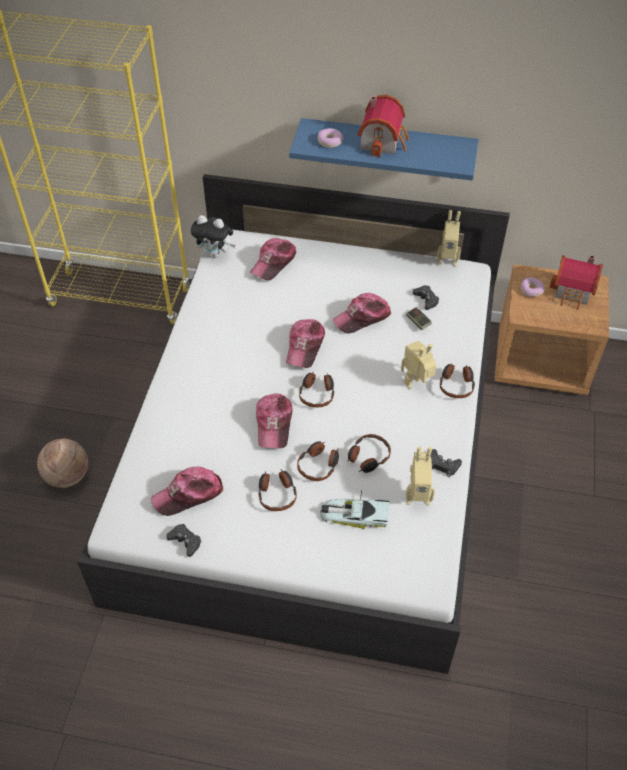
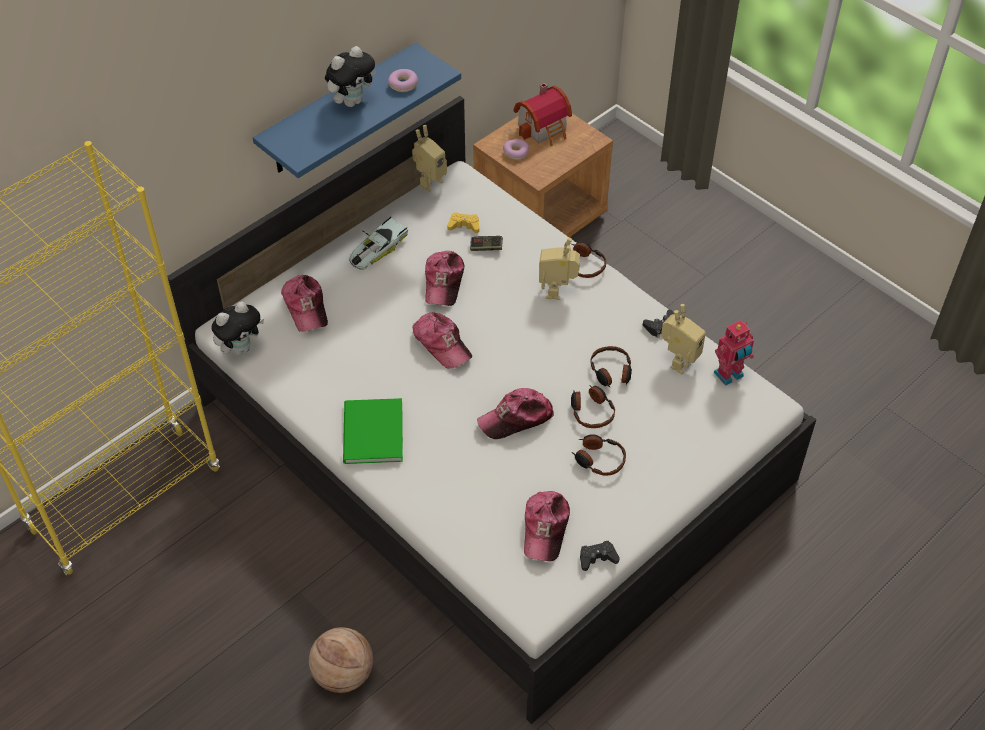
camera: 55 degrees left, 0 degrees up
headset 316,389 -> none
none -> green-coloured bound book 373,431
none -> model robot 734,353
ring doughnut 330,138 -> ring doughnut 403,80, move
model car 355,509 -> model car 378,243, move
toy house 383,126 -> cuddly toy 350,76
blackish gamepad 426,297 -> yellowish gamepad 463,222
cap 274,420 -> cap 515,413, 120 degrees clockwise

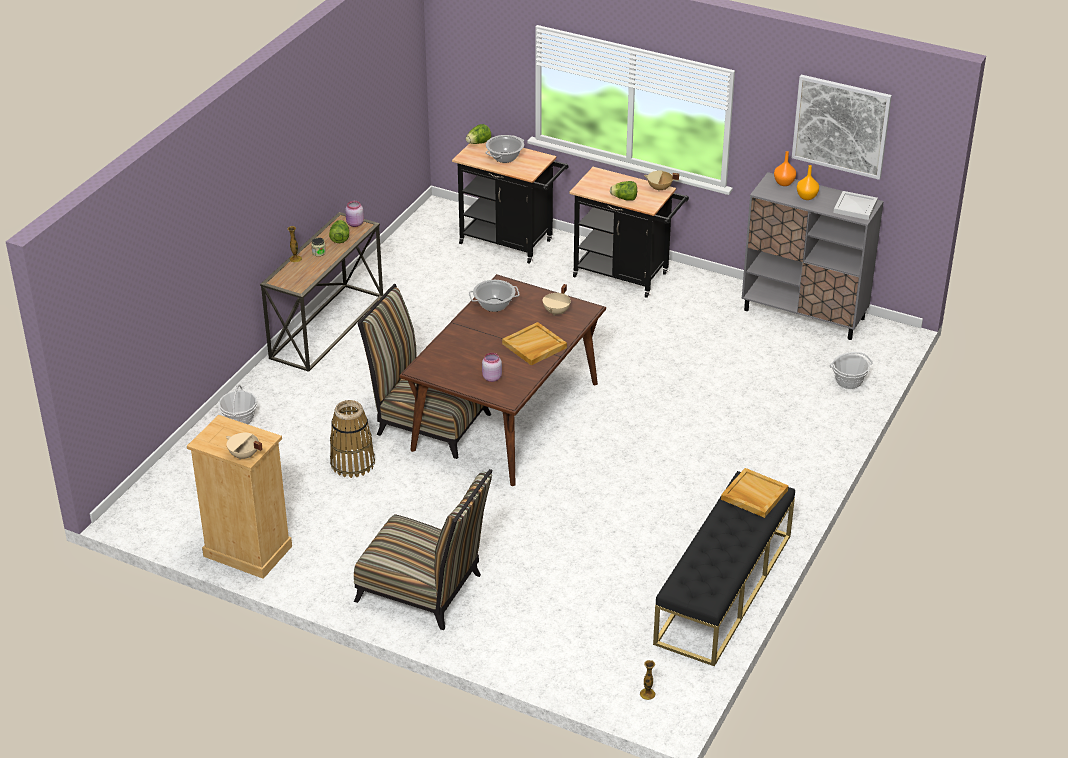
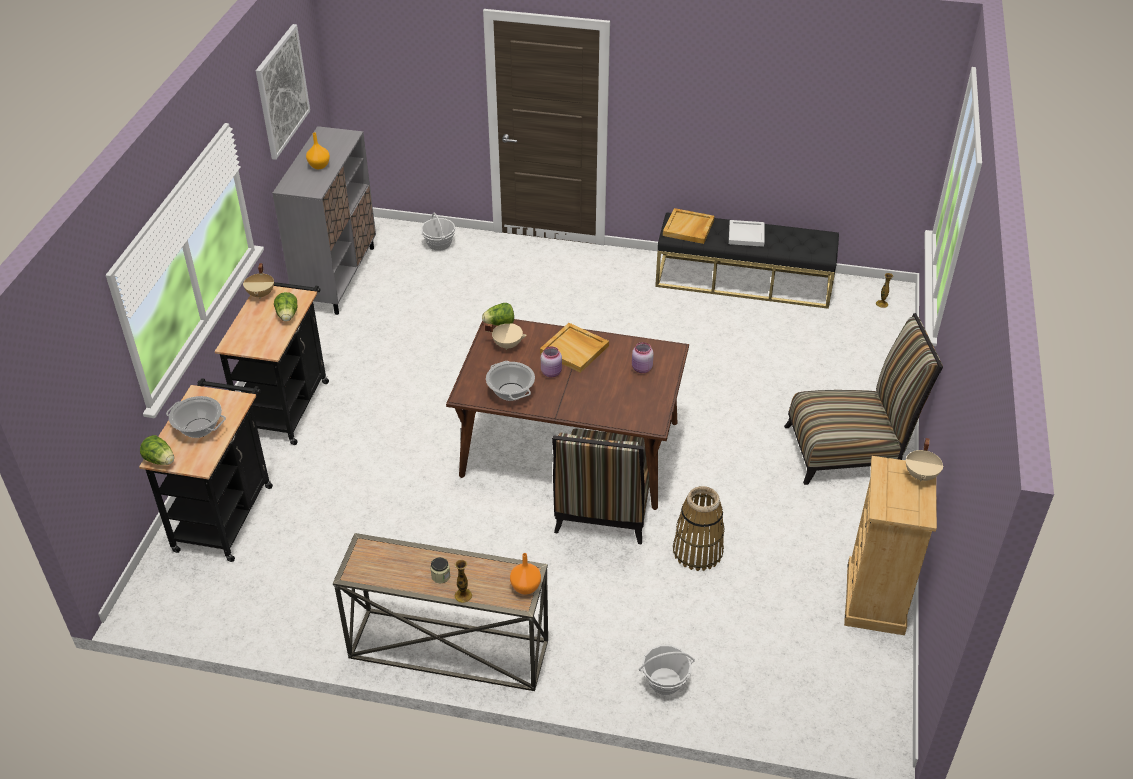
camera: 105 degrees left, 5 degrees up
head of lettuce 339,231 -> head of lettuce 498,314, move
pink-coloured jar 354,214 -> pink-coloured jar 551,362, move
orange-coloured decorative vase 785,168 -> orange-coloured decorative vase 525,574, move
white-coloured serving tray 855,205 -> white-coloured serving tray 747,233, move
plain chair 423,549 -> plain chair 863,399, 75 degrees clockwise

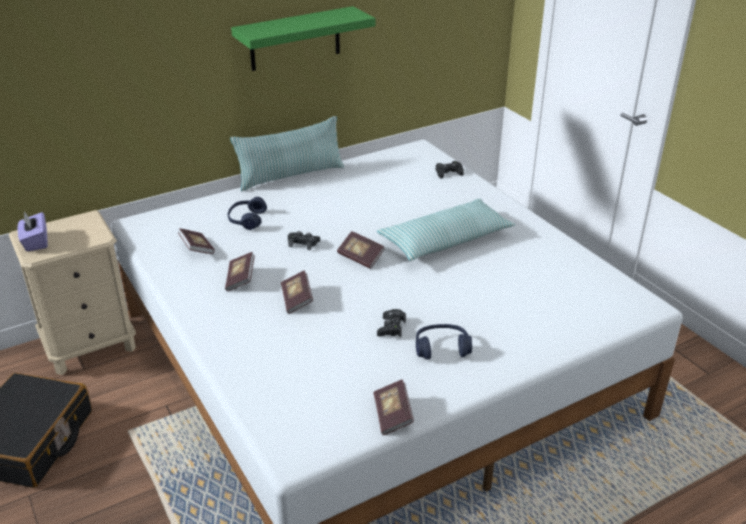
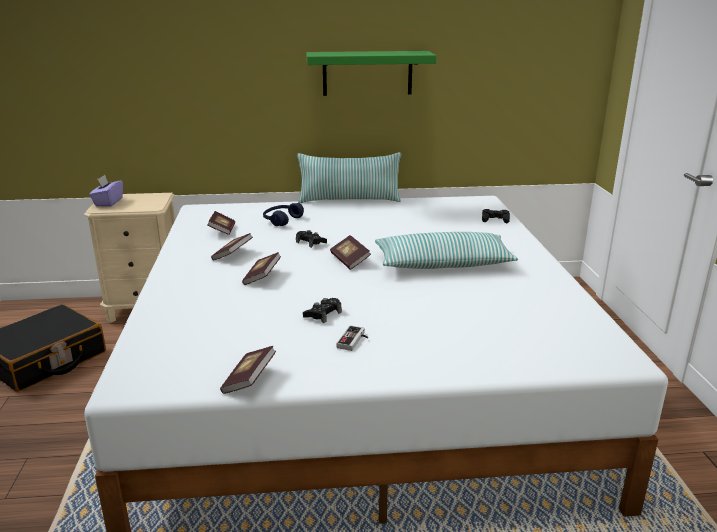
camera: 25 degrees right, 10 degrees down
blue-coloured headset 444,342 -> gamepad 352,338

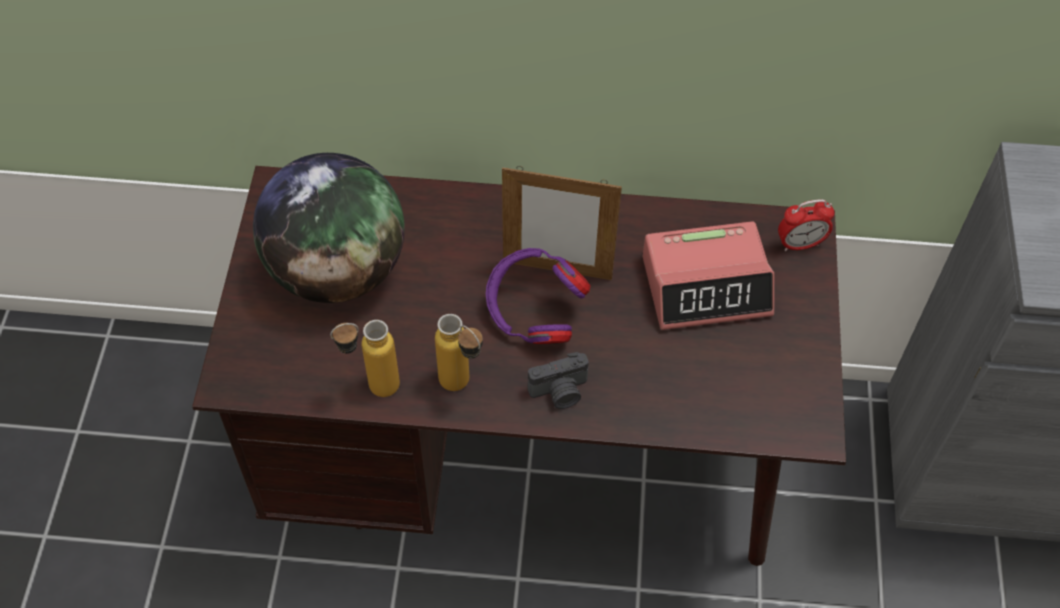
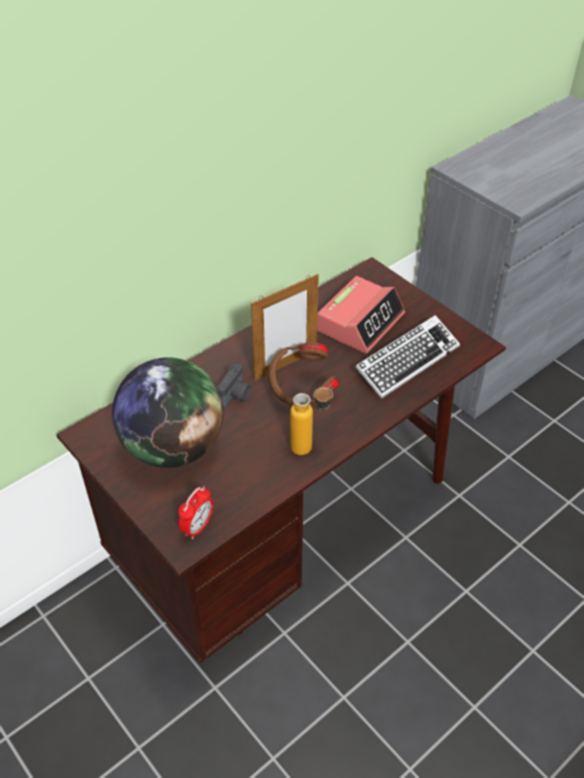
camera: 45 degrees left, 10 degrees down
beverage bottle 365,358 -> none
none -> keyboard 407,357
photo camera 558,380 -> photo camera 234,386, move
alarm clock 806,225 -> alarm clock 196,512, move
purple-coloured headset 538,296 -> brown-coloured headset 303,373

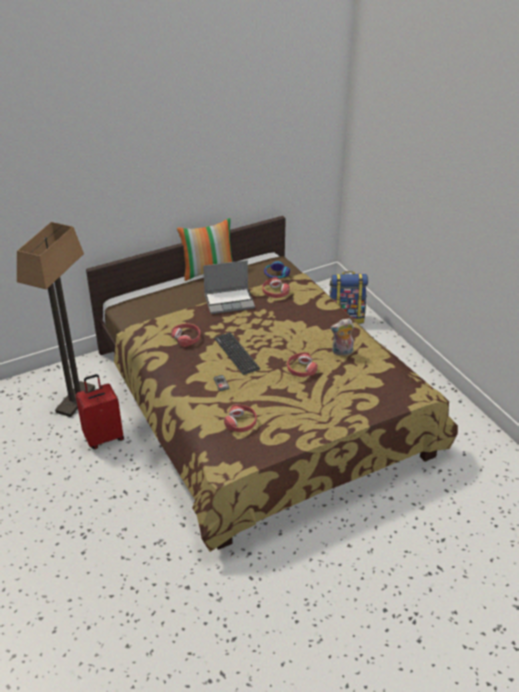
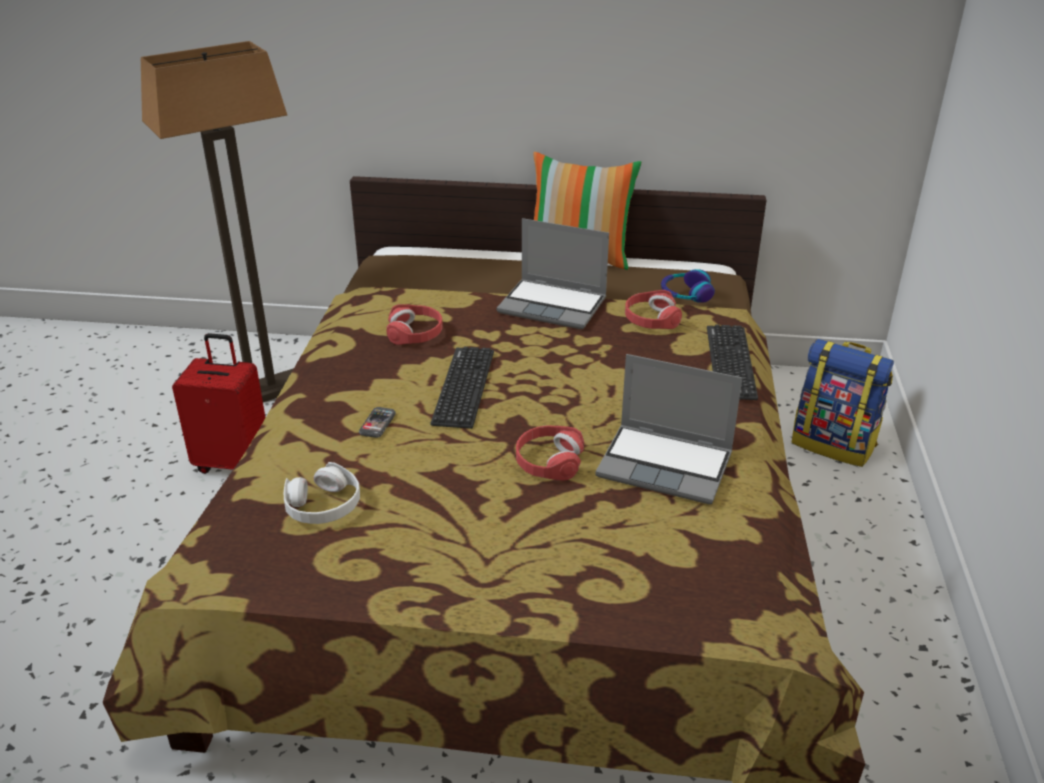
camera: 35 degrees right, 5 degrees down
none -> keyboard 732,362
cuddly toy 342,337 -> notebook computer 668,429
reddish headset 240,418 -> white-coloured headset 322,493

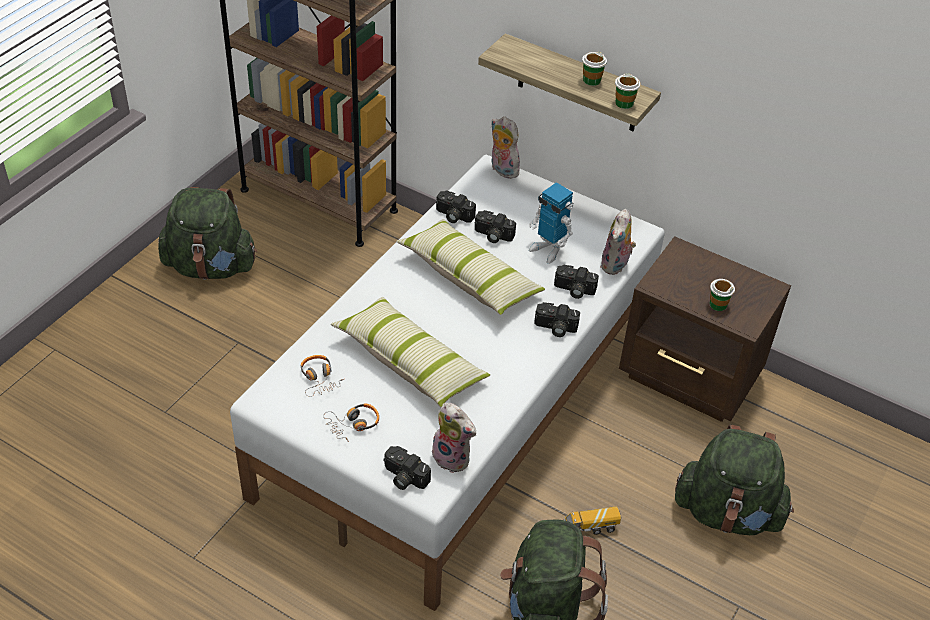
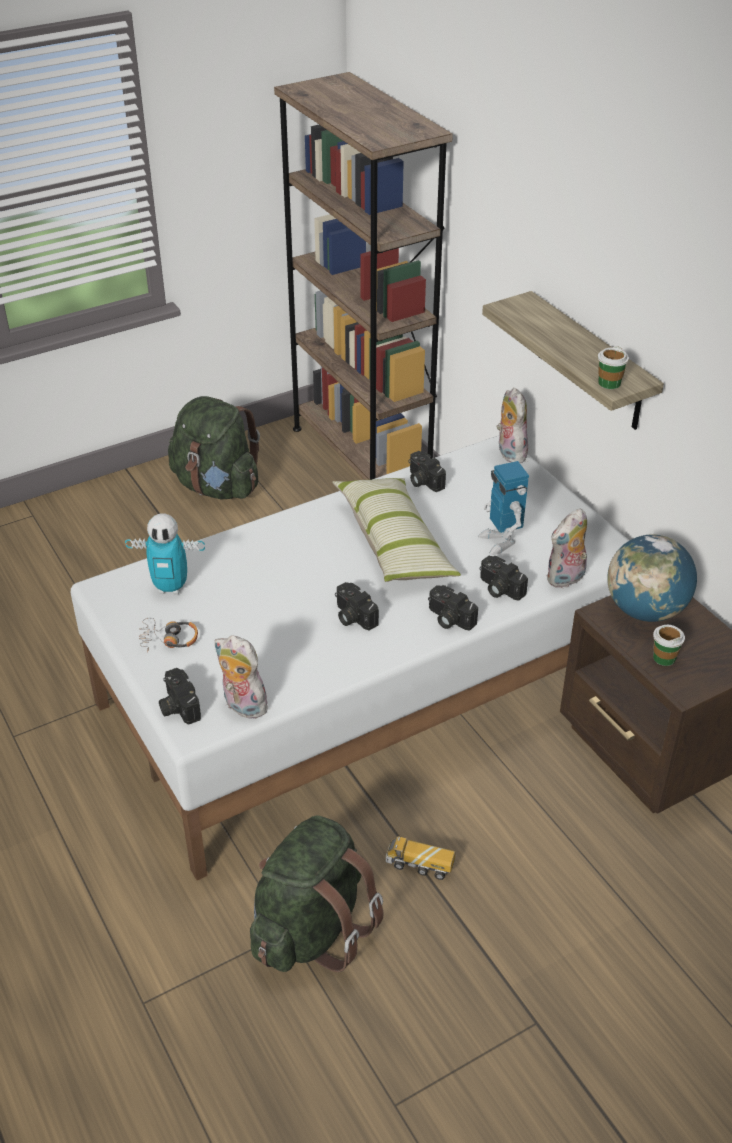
camera: 30 degrees right, 5 degrees down
cushion 410,352 -> none
drinking cup 594,69 -> none
green-coloured knapsack 734,479 -> none
none -> world globe 652,578
photo camera 495,226 -> photo camera 357,606, move
headset 322,376 -> model robot 165,553
cuddly toy 454,437 -> cuddly toy 241,677, 150 degrees clockwise

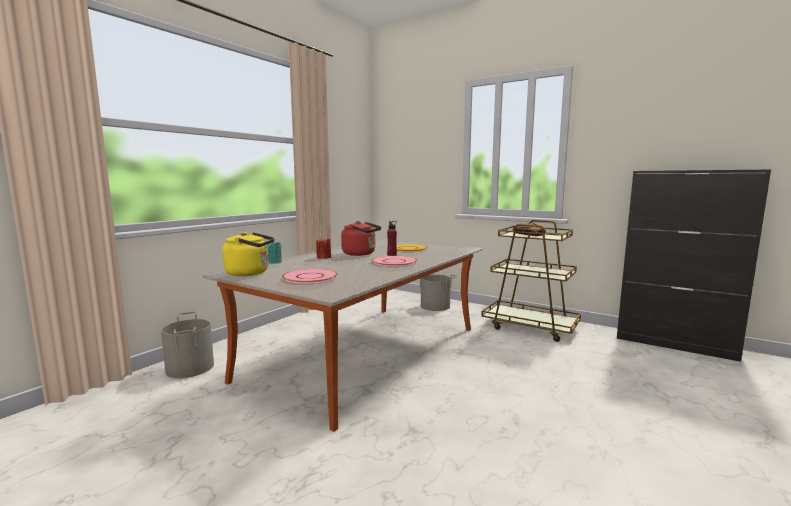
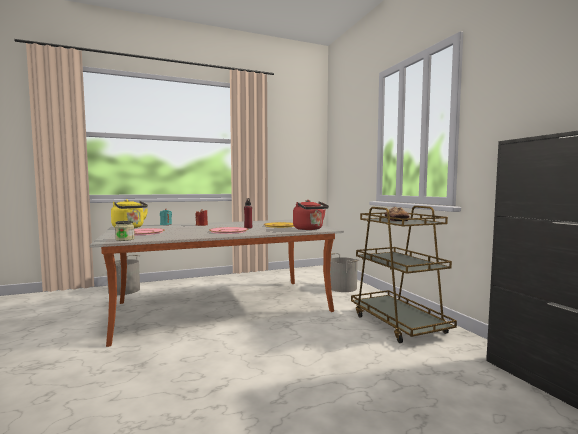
camera: 35 degrees right, 5 degrees down
none -> jar 125,231
reddish kettle 361,238 -> reddish kettle 311,215, move

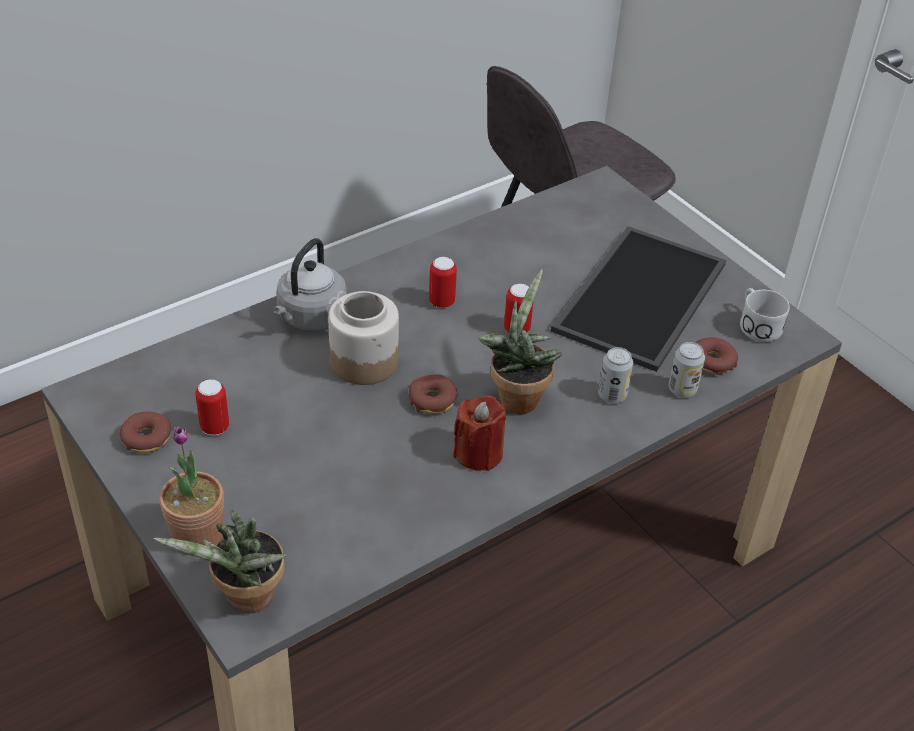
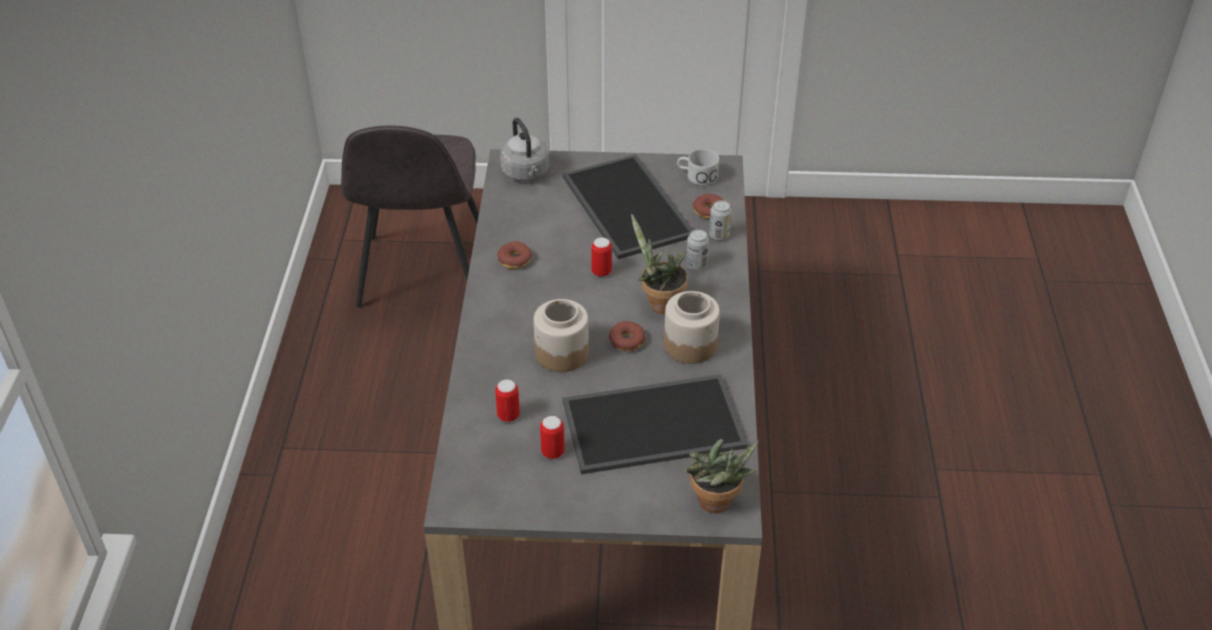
camera: 50 degrees left, 0 degrees up
plant in a pot 191,485 -> none
none -> serving tray 655,424
ring doughnut 145,432 -> ring doughnut 514,255, move
greyish kettle 310,284 -> greyish kettle 525,149, move
can 443,282 -> can 507,400, move
reddish candle 479,433 -> jar 692,327

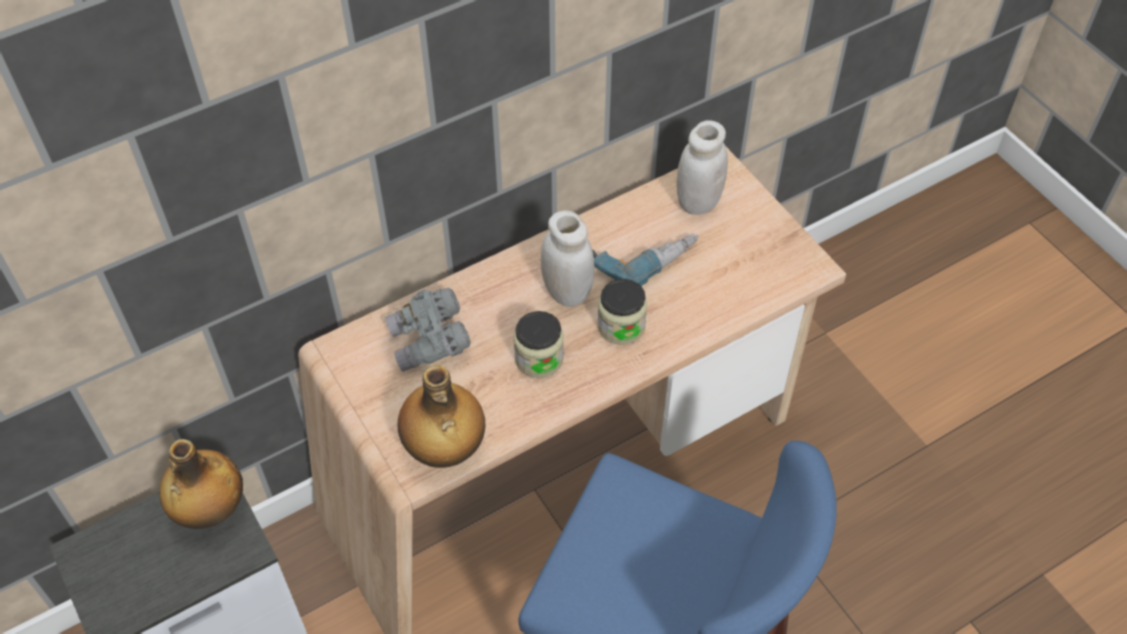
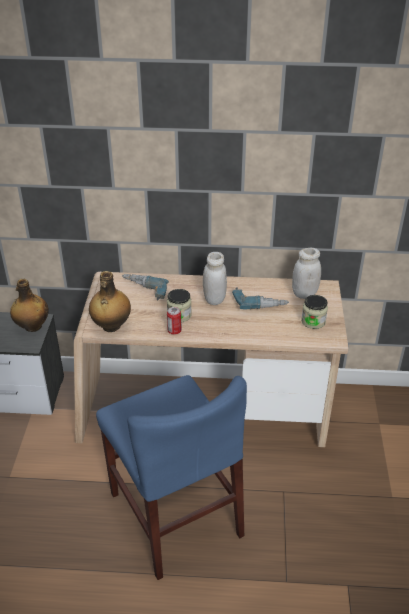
camera: 35 degrees right, 15 degrees down
none -> can 174,321
jar 622,312 -> jar 314,312, move
greyish pair of binoculars 428,329 -> drill 145,287

